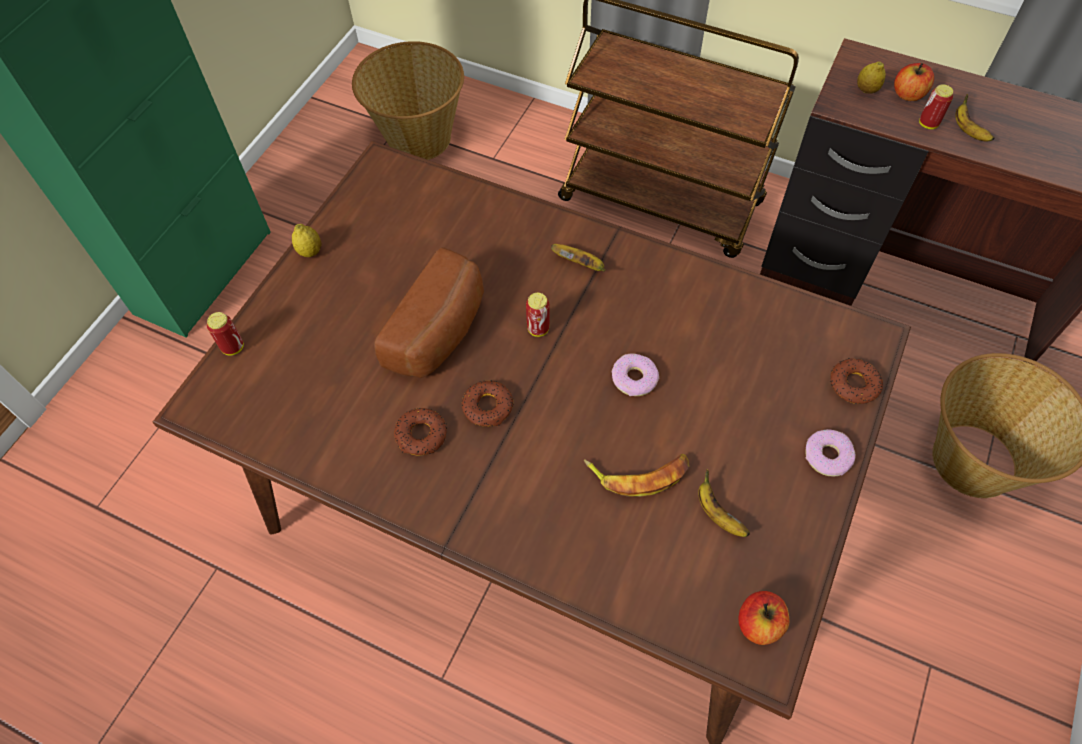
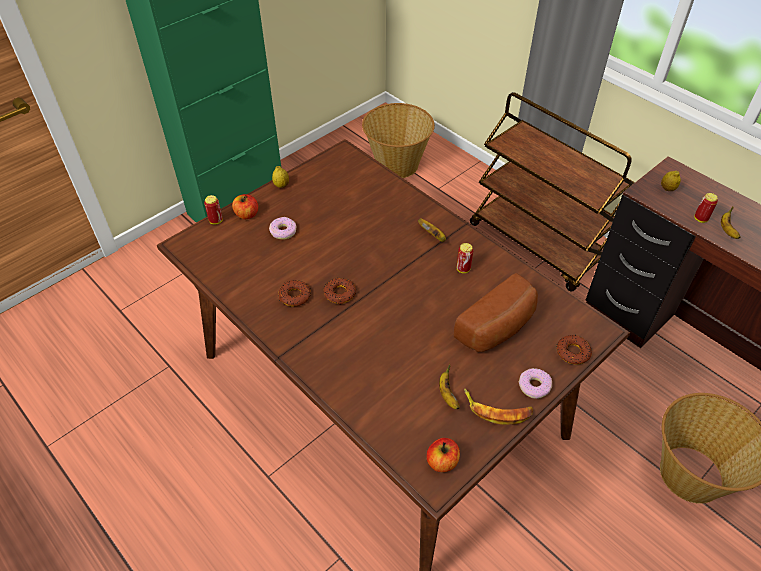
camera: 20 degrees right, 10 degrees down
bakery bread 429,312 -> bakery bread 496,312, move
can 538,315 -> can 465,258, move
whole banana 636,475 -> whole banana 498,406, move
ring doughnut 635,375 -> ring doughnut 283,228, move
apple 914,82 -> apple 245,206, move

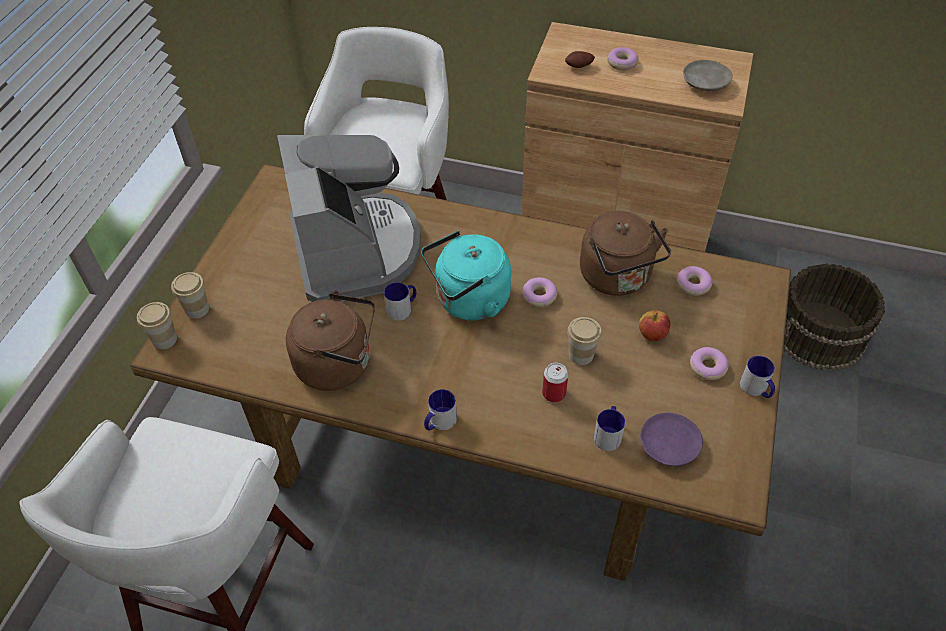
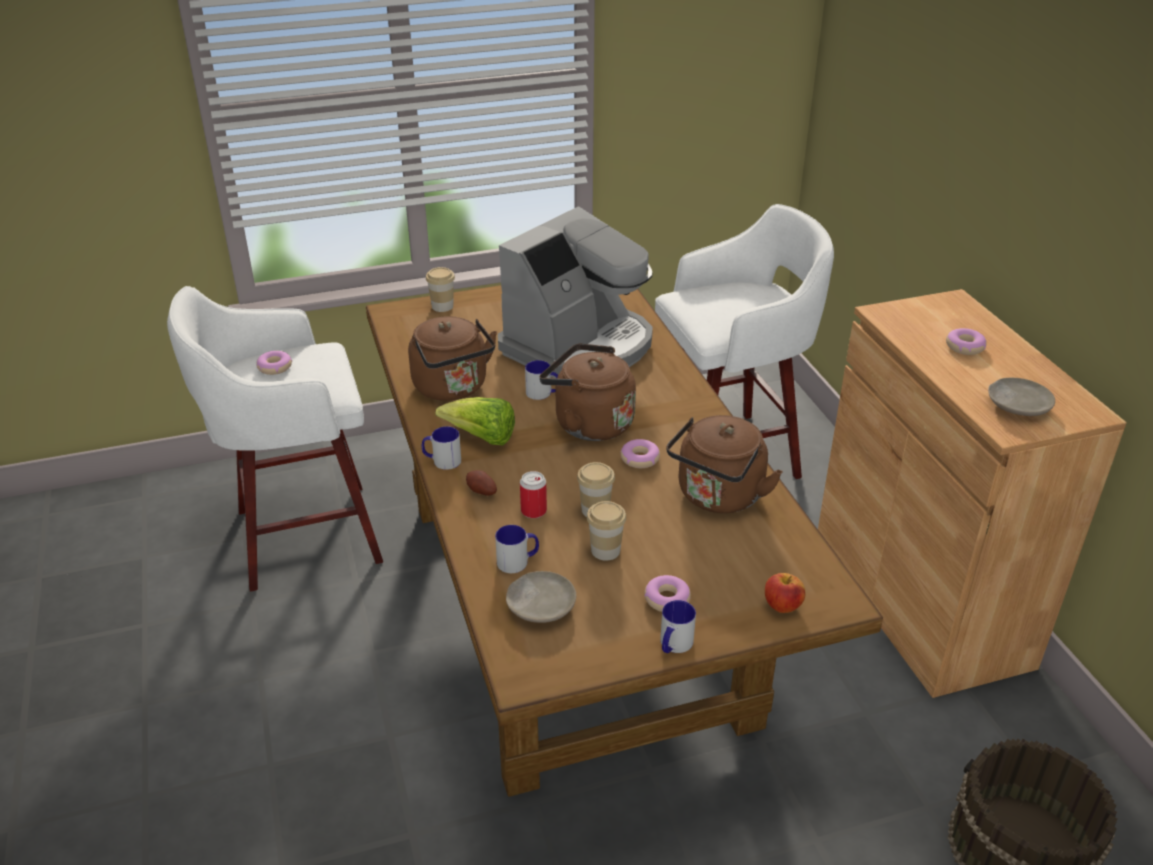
camera: 55 degrees right, 15 degrees down
none -> head of lettuce 475,421
drinking cup 157,325 -> drinking cup 606,531, move
potato 580,59 -> potato 481,483, move
apple 655,326 -> apple 785,593, move
ring doughnut 695,281 -> ring doughnut 274,363, move
turquoise kettle 466,276 -> brown-coloured kettle 588,392
purple-coloured dinner plate 671,439 -> beige dinner plate 541,597

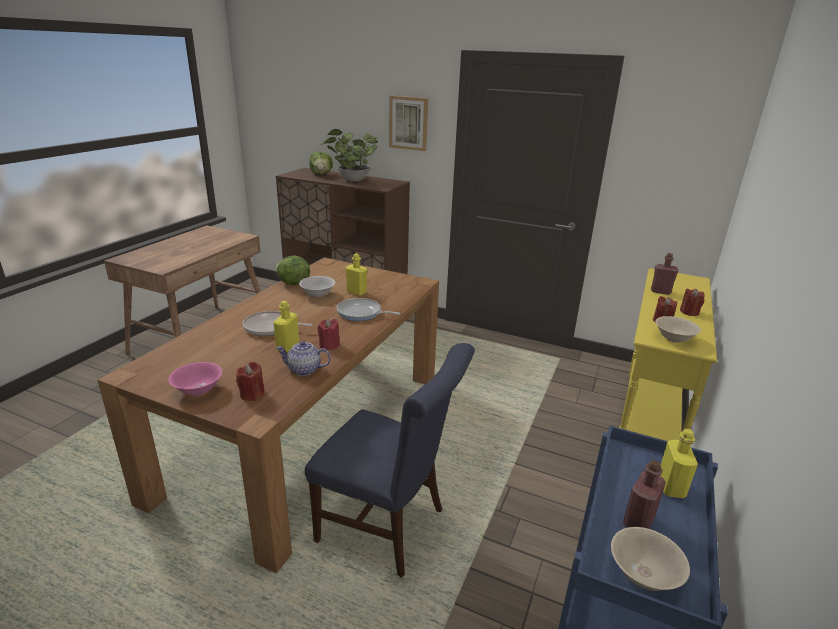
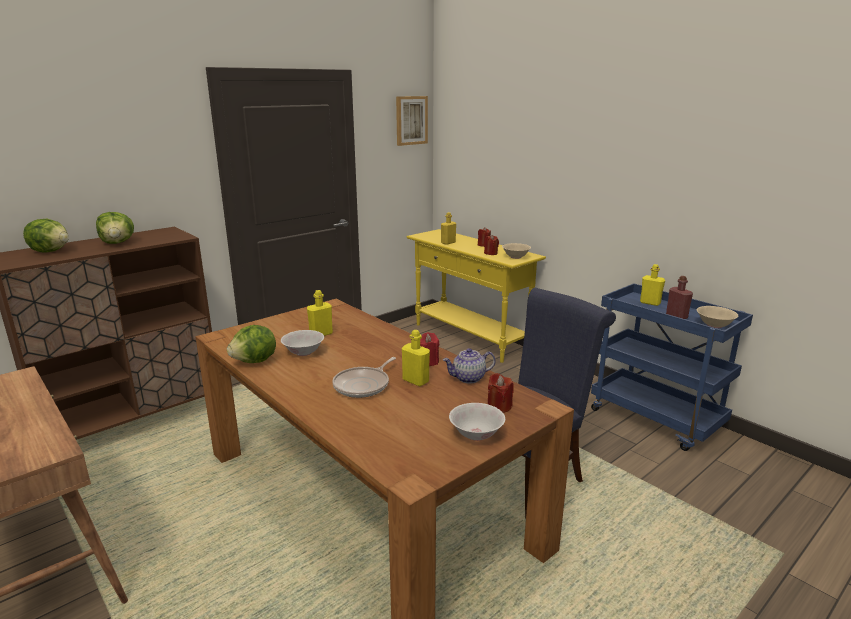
camera: 65 degrees left, 5 degrees down
pan 368,309 -> none
wall picture 408,123 -> wall picture 412,121, move
plant in a pot 349,155 -> head of lettuce 115,228
pink-coloured bowl 195,379 -> white-coloured bowl 477,422
reddish beverage bottle 665,274 -> yellowish beverage bottle 448,228
pot for tea 303,358 -> pot for tea 469,365, 45 degrees clockwise

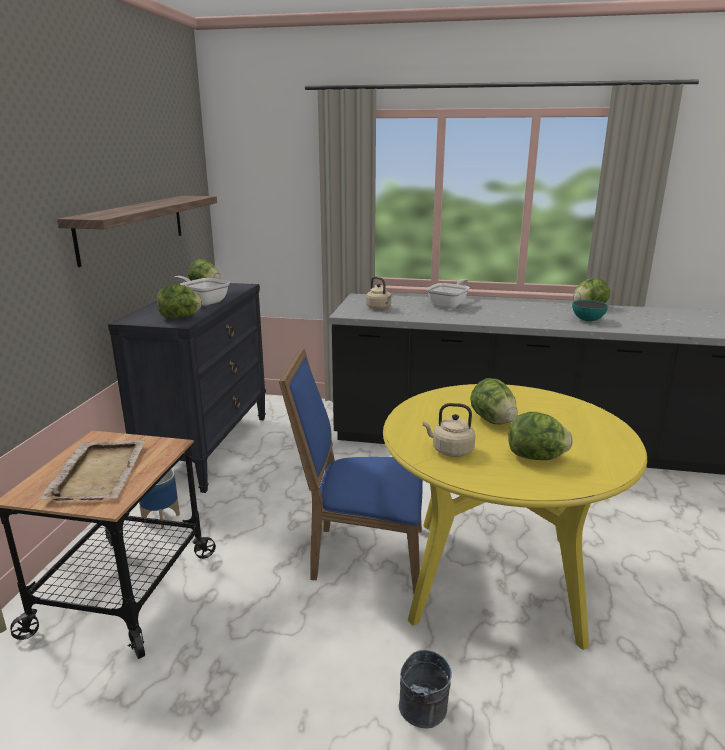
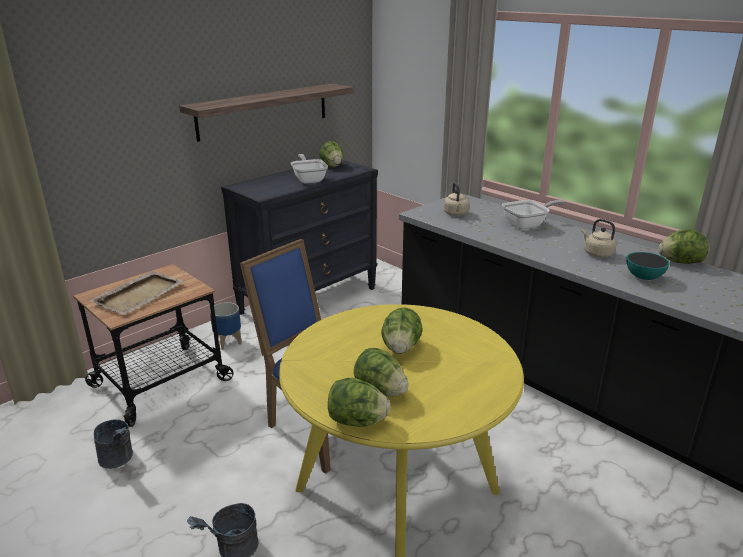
camera: 35 degrees right, 5 degrees up
none -> greyish water bucket 113,444
head of lettuce 179,301 -> head of lettuce 359,402, move
beige kettle 449,430 -> beige kettle 599,238, move

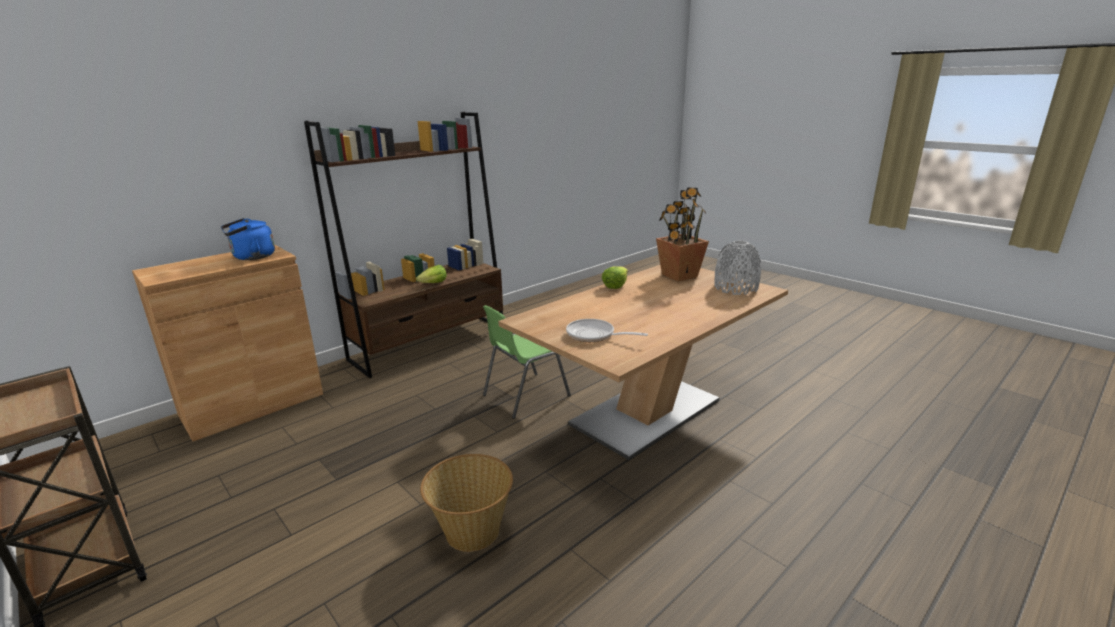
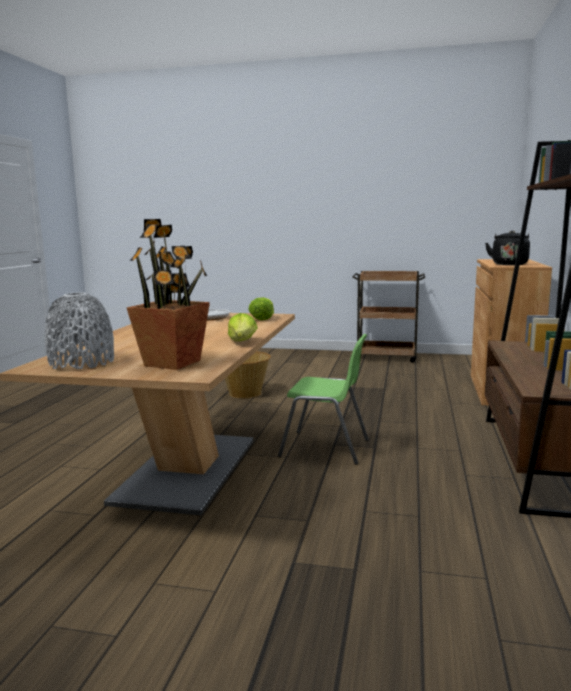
camera: 145 degrees right, 10 degrees down
head of lettuce 431,274 -> head of lettuce 261,308, move
blue-coloured kettle 248,239 -> blackish kettle 507,247
green-coloured plain chair 527,362 -> green-coloured plain chair 323,399, 90 degrees clockwise

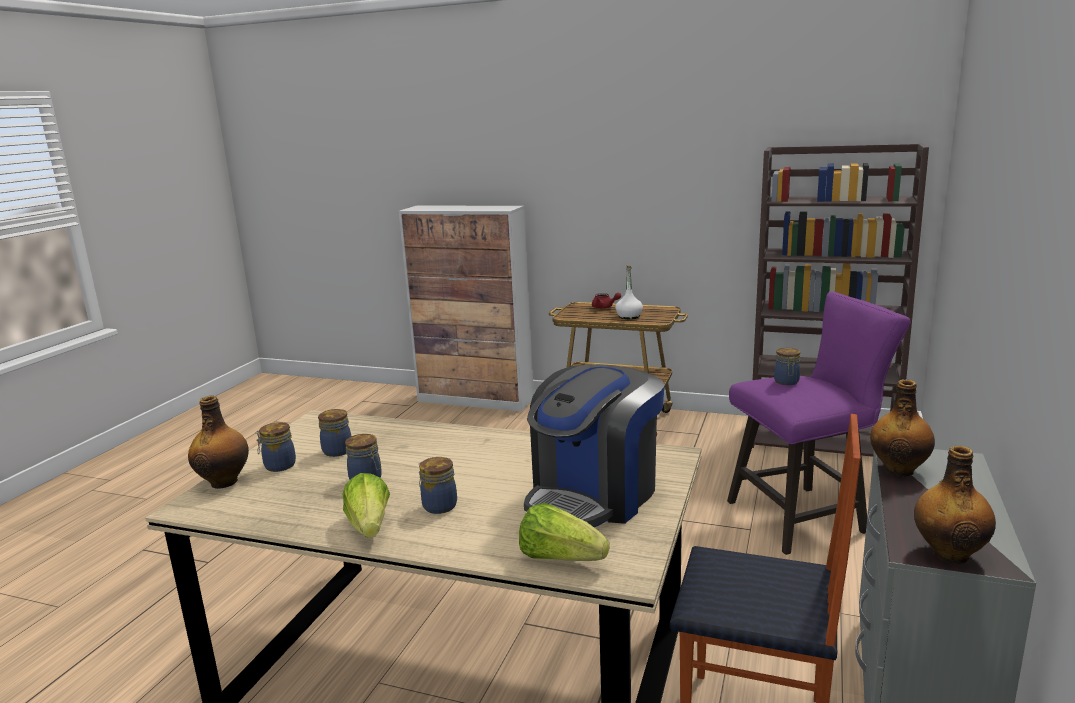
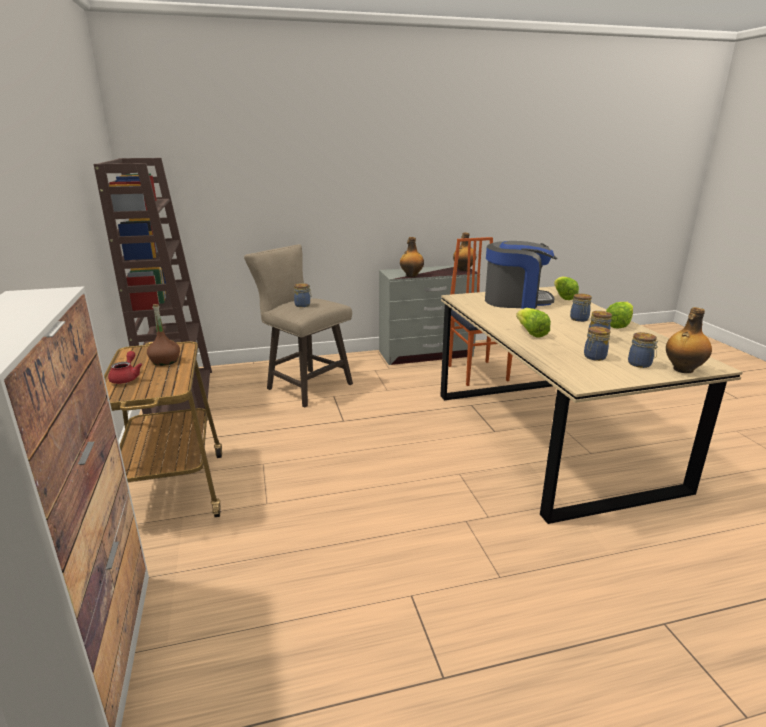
camera: 125 degrees left, 5 degrees up
none -> head of lettuce 533,322
white-coloured beverage bottle 629,292 -> brown-coloured beverage bottle 163,335
purple-coloured stool seat 819,423 -> beige stool seat 298,325

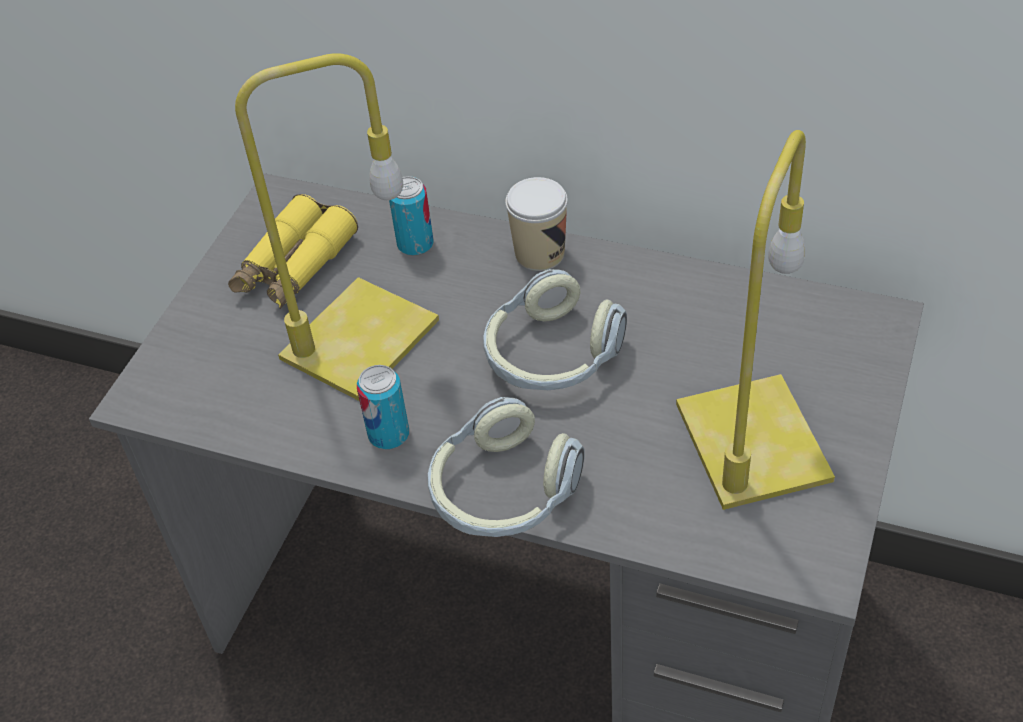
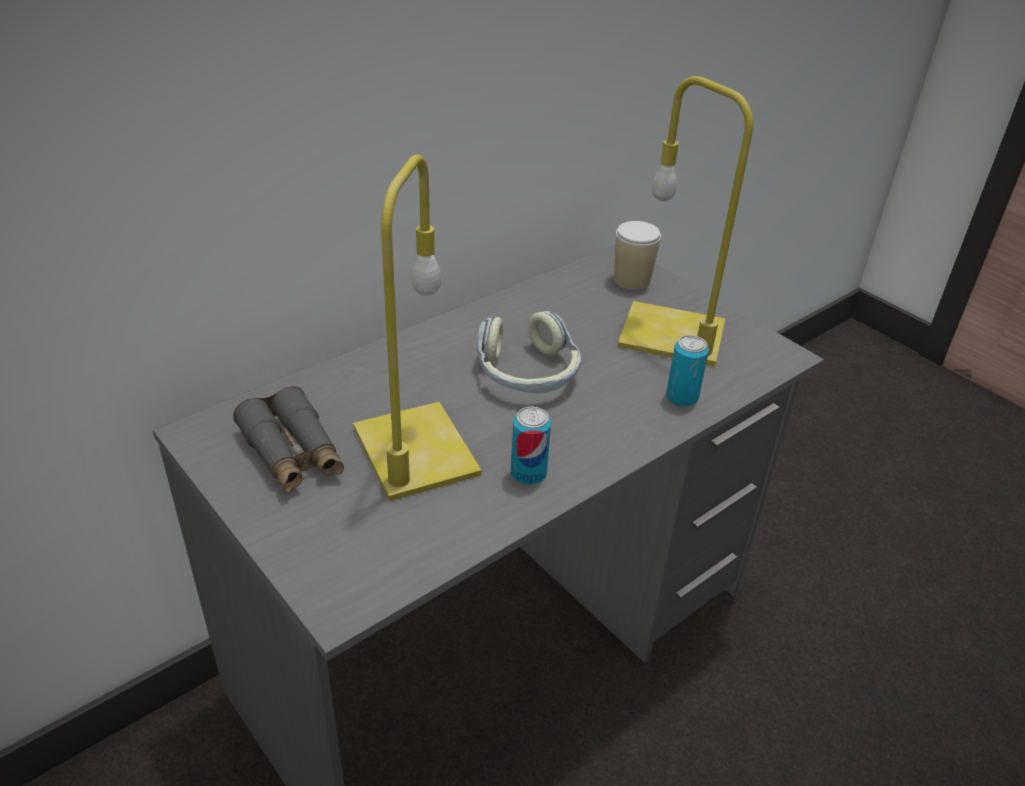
camera: 65 degrees left, 10 degrees down
headset 506,467 -> none
can 411,216 -> can 687,371, move
drinking cup 536,224 -> drinking cup 637,255, move
yellowish pair of binoculars 293,251 -> greyish pair of binoculars 288,439

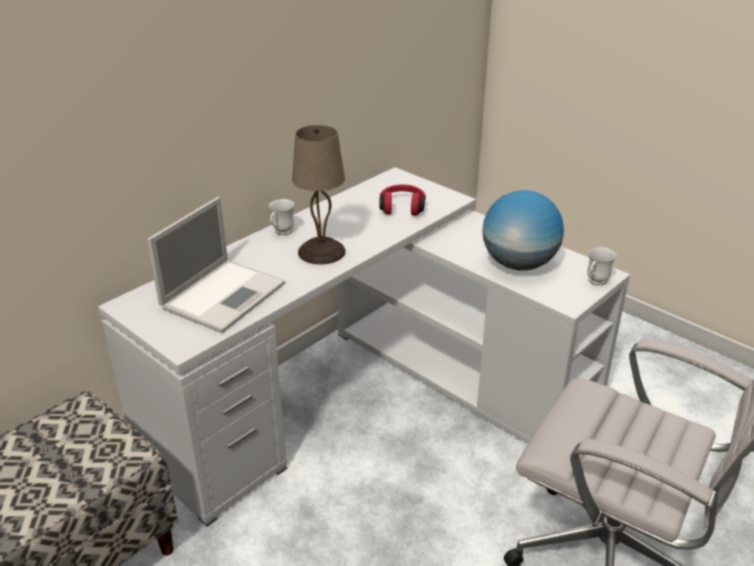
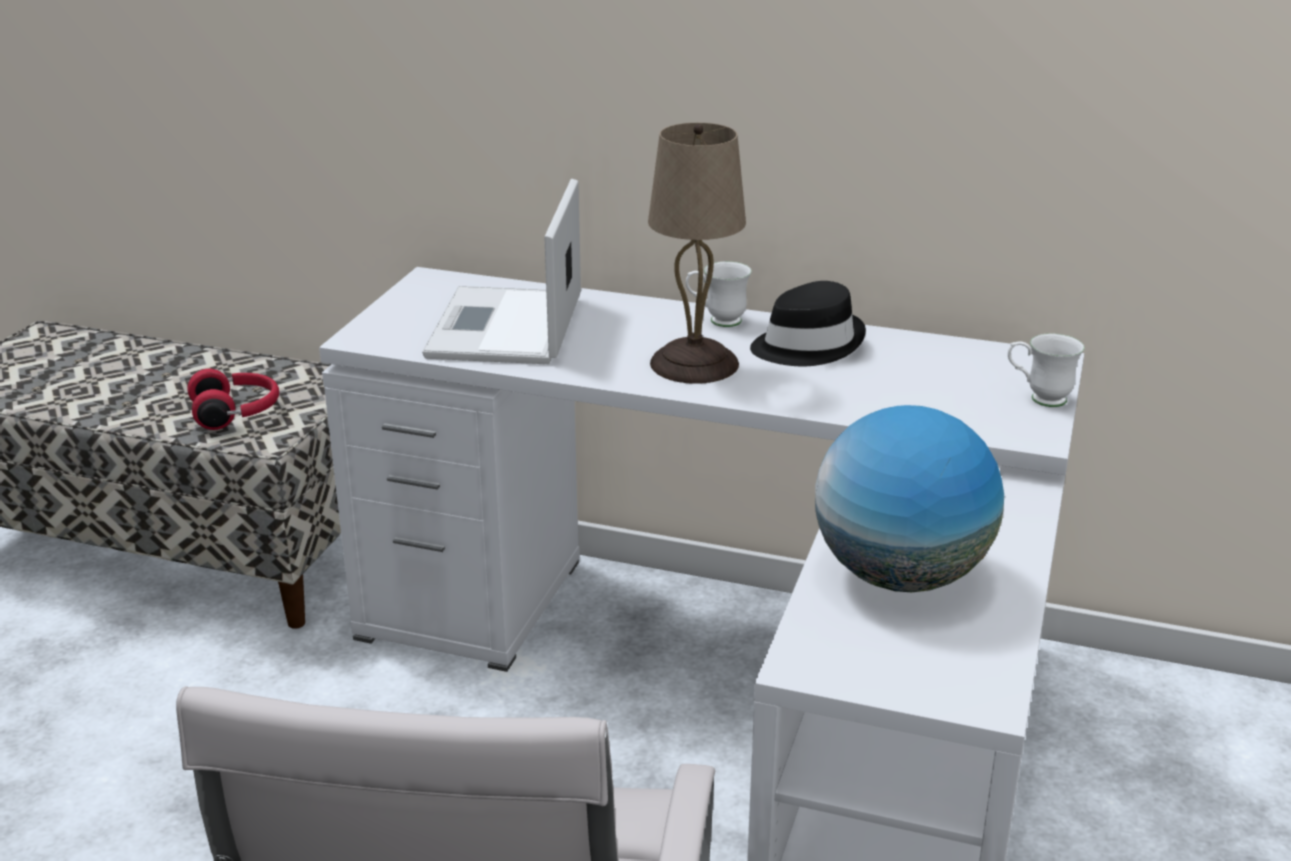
camera: 65 degrees right, 5 degrees down
none -> blackish hat 808,323
reddish headset 403,200 -> reddish headset 233,399, move
white-coloured mug 602,266 -> white-coloured mug 1046,370, move
notebook computer 216,265 -> notebook computer 501,271, 90 degrees clockwise

